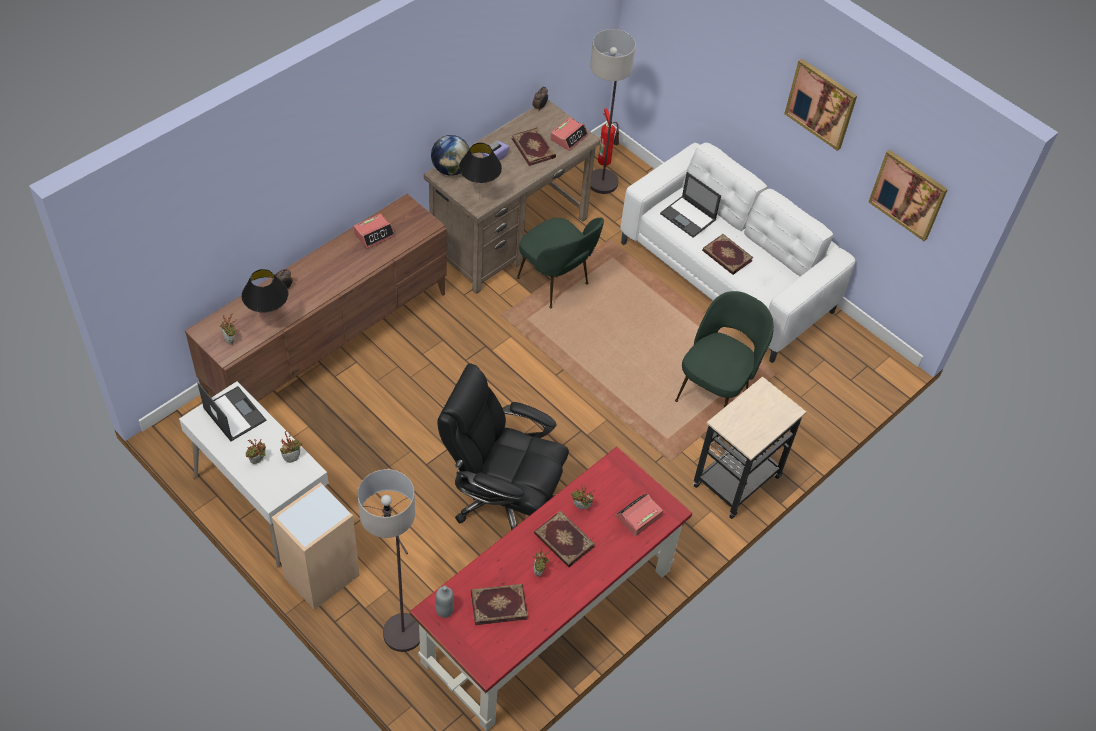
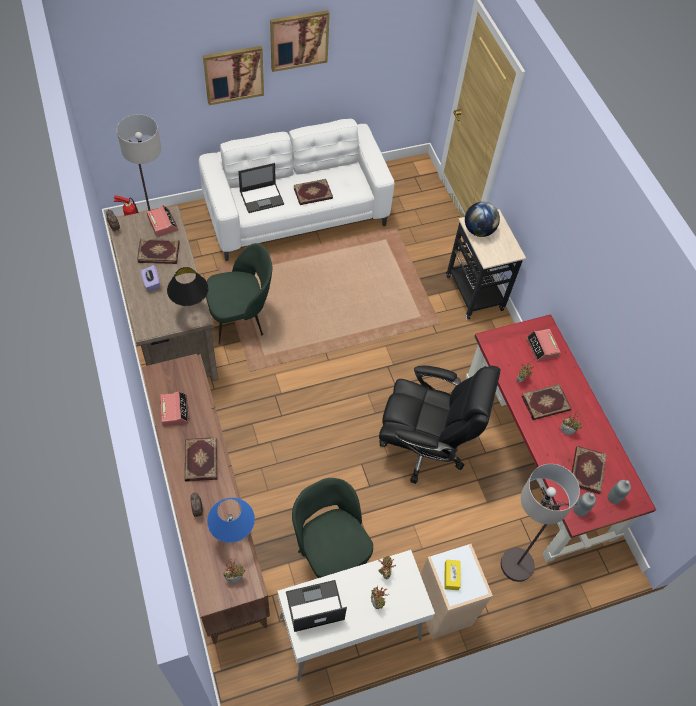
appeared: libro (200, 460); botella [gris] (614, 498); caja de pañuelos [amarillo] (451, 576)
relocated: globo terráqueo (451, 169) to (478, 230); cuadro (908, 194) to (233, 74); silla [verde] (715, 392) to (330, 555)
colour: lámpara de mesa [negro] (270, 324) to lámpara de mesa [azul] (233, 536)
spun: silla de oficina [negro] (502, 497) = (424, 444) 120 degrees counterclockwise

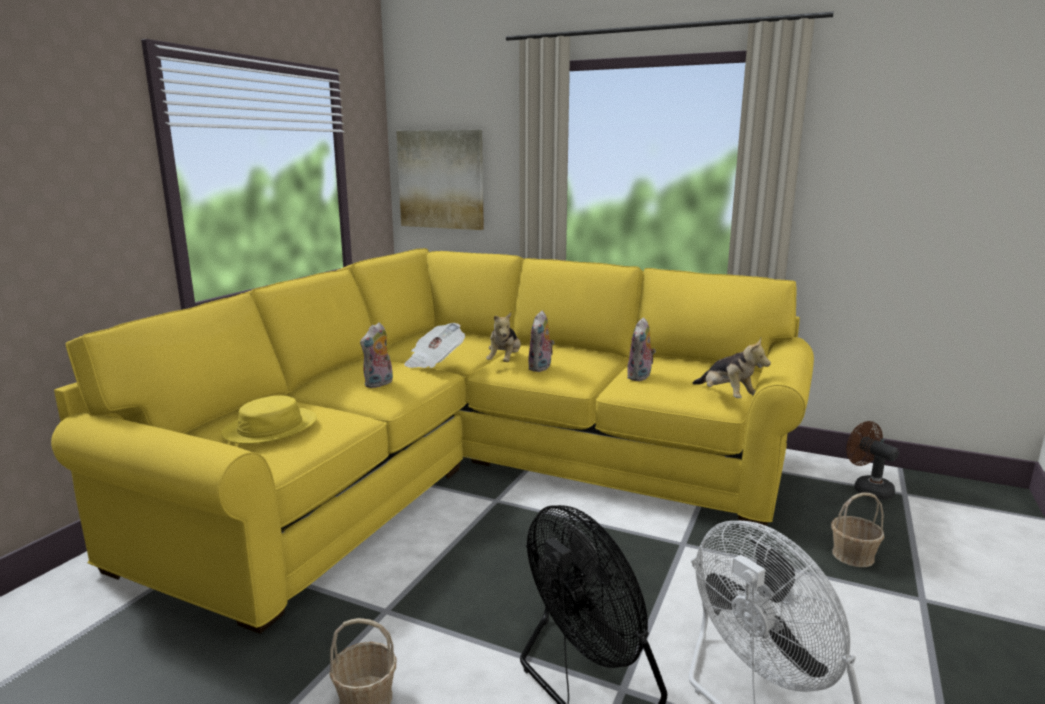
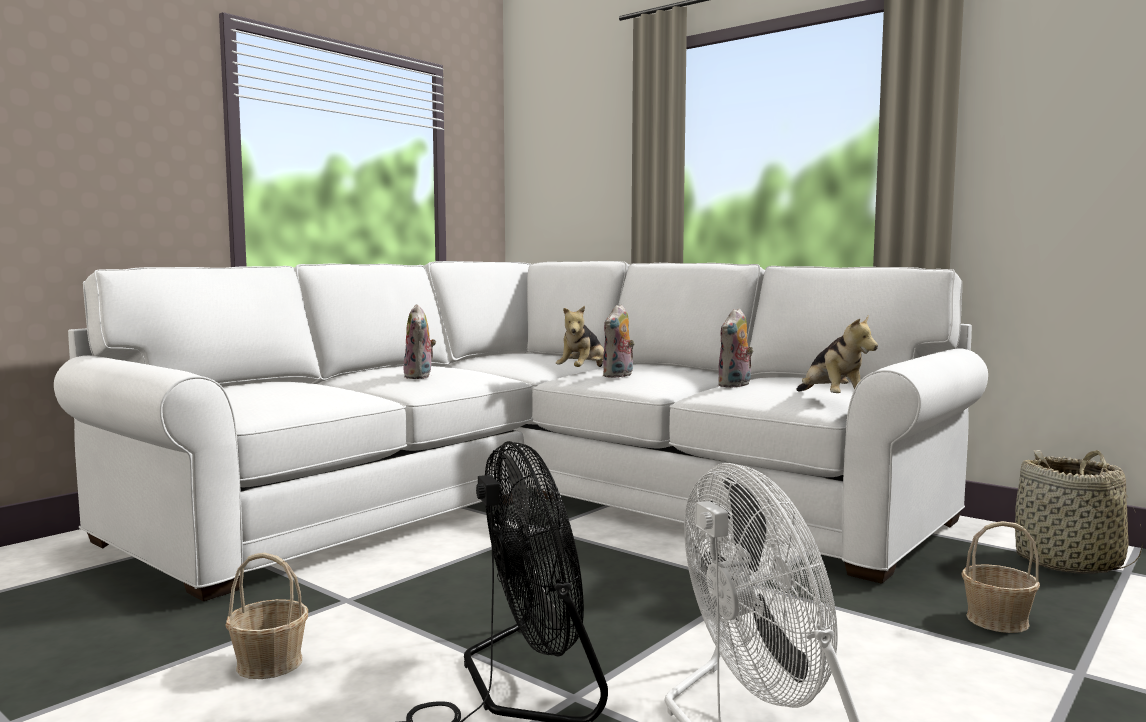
missing: cuadro (441, 179); periódico (434, 362); sombrero [amarillo] (270, 427)
exchanged: ventilador [marrón] (867, 489) to cesta (1068, 562)
colour: sofá [amarillo] (474, 471) to sofá [blanco] (536, 504)
spun: peluche (379, 384) = (420, 377) 60 degrees counterclockwise

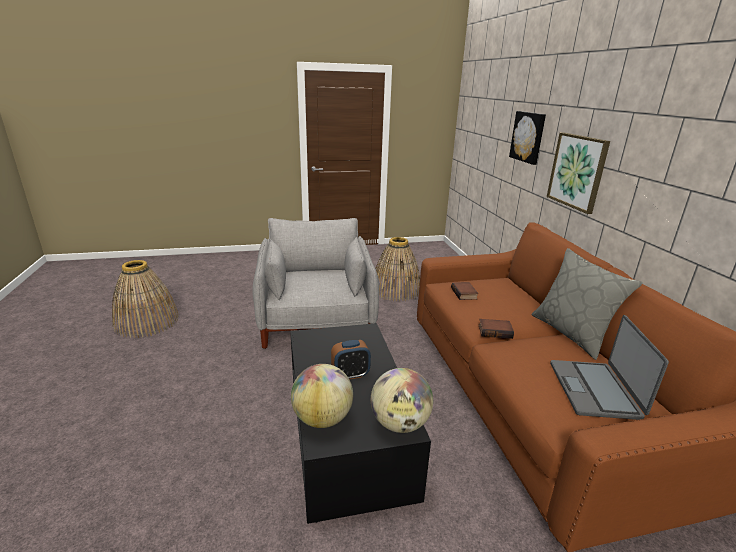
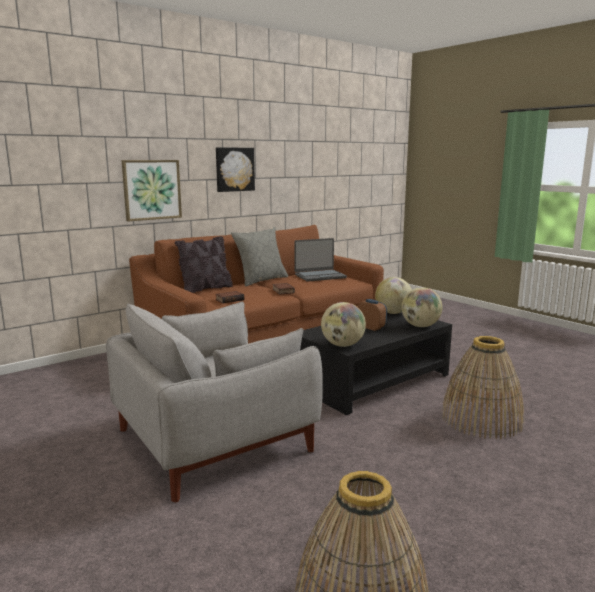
appeared: cojín [negro] (205, 289); globo terráqueo (342, 345)
relocated: cuadro (528, 137) to (234, 169); cesta (395, 289) to (481, 419)

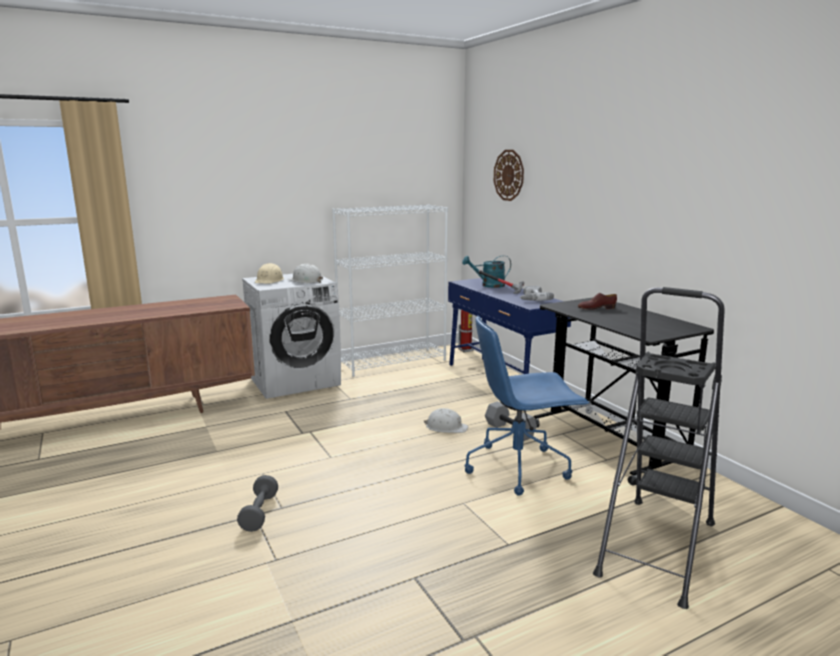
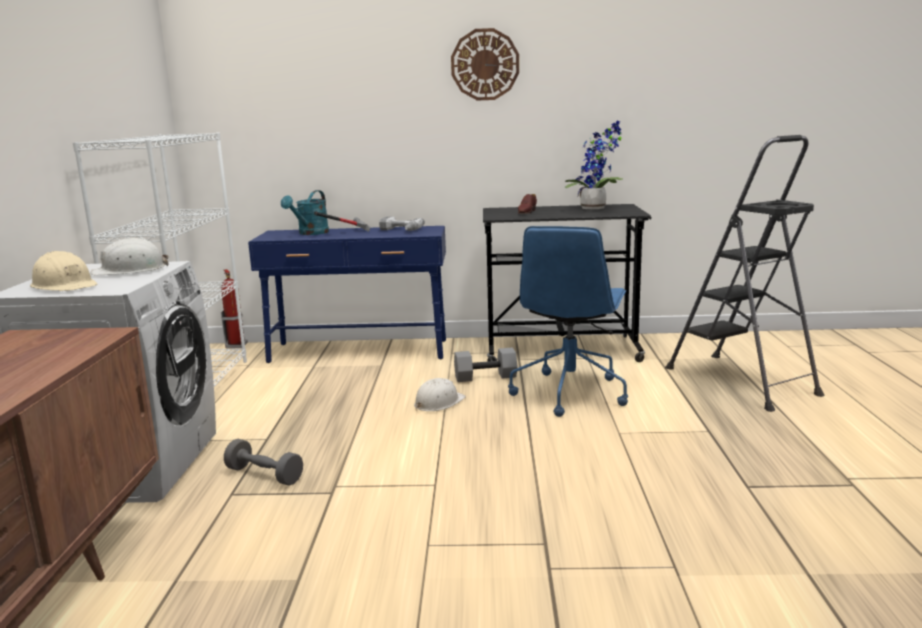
appeared: planta en maceta (596, 208)
relocated: reloj de pared (509, 175) to (485, 64); mancuerna [gris] (259, 513) to (264, 475)

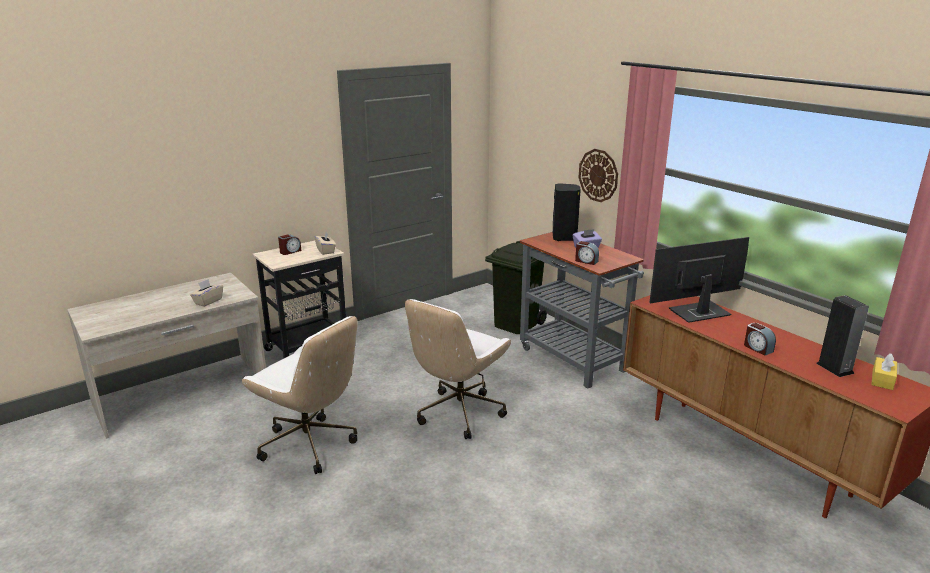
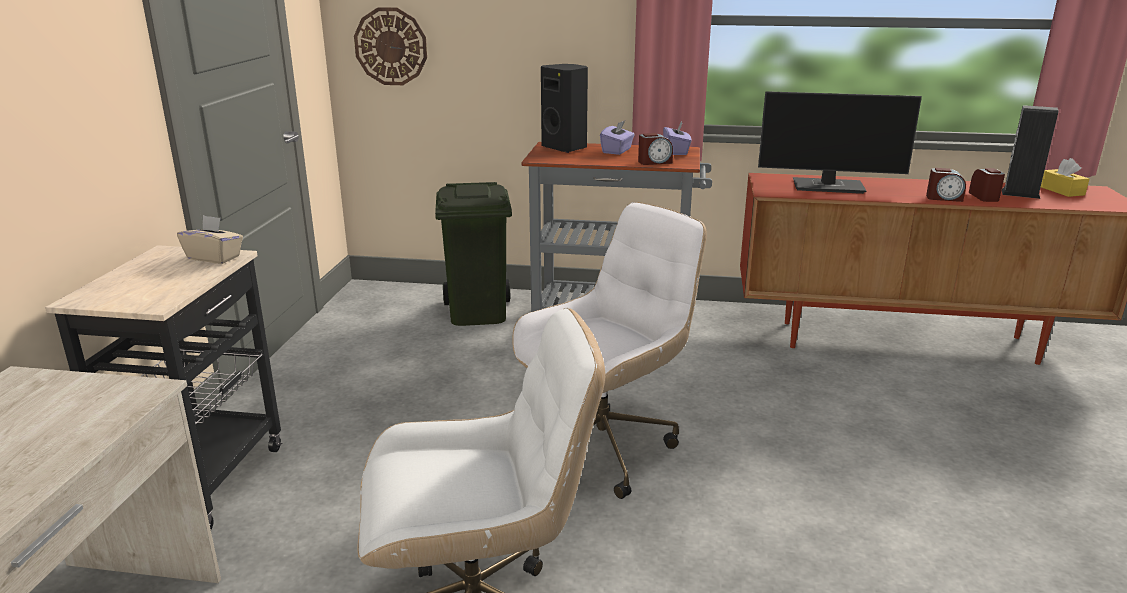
missing: caja de pañuelos [beis] (208, 301)
appeared: caja de pañuelos [morado] (676, 151)
relocated: reloj de pared (598, 175) to (391, 46); despertador (290, 251) to (984, 197)
spun: monitor (698, 313) = (829, 186) 105 degrees counterclockwise; silla de oficina [blanco] (458, 415) = (605, 450) 120 degrees counterclockwise

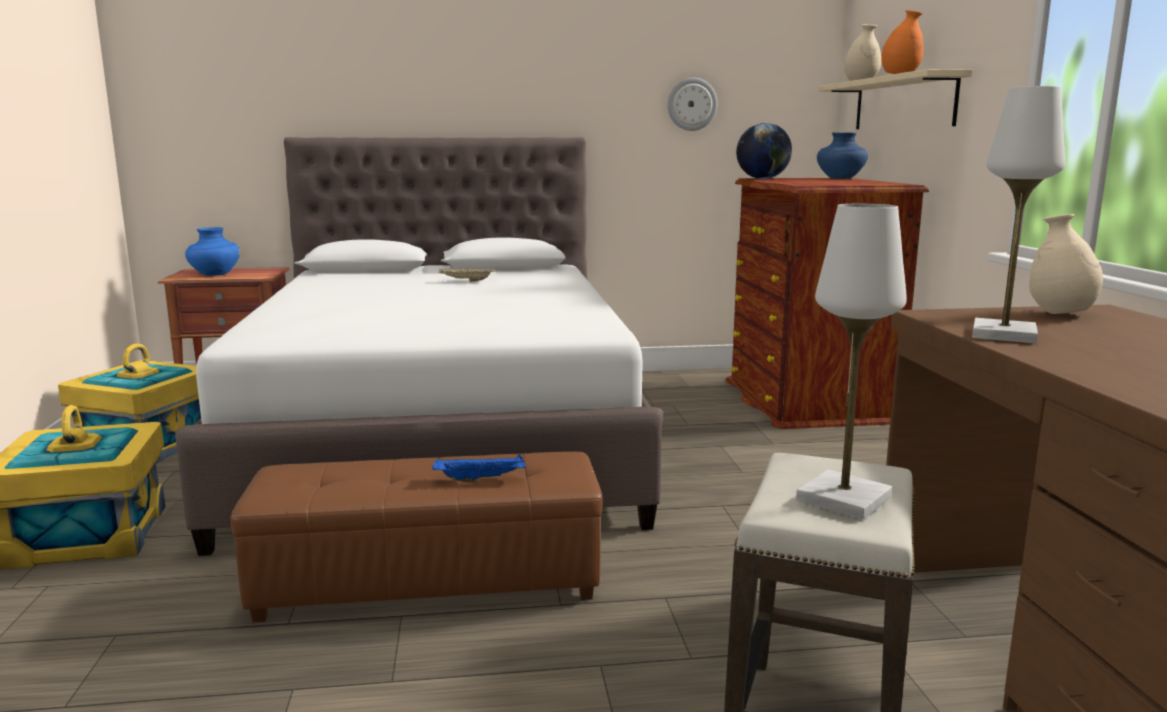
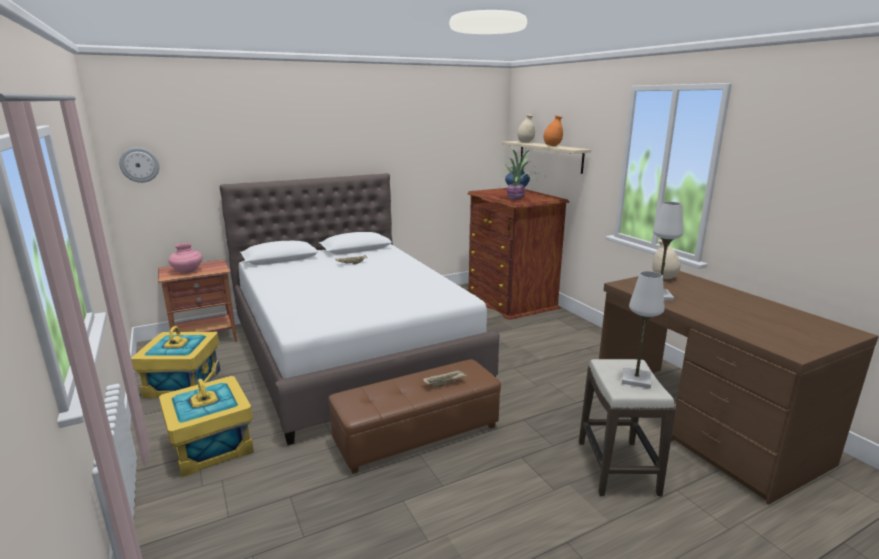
missing: globo terráqueo (762, 179)
appeared: planta en maceta (515, 199)
relocated: reloj de pared (692, 104) to (139, 165)
colour: florero [azul] (214, 274) to florero [rosa] (187, 271); bandeja [azul] (481, 479) to bandeja [beis] (445, 384)

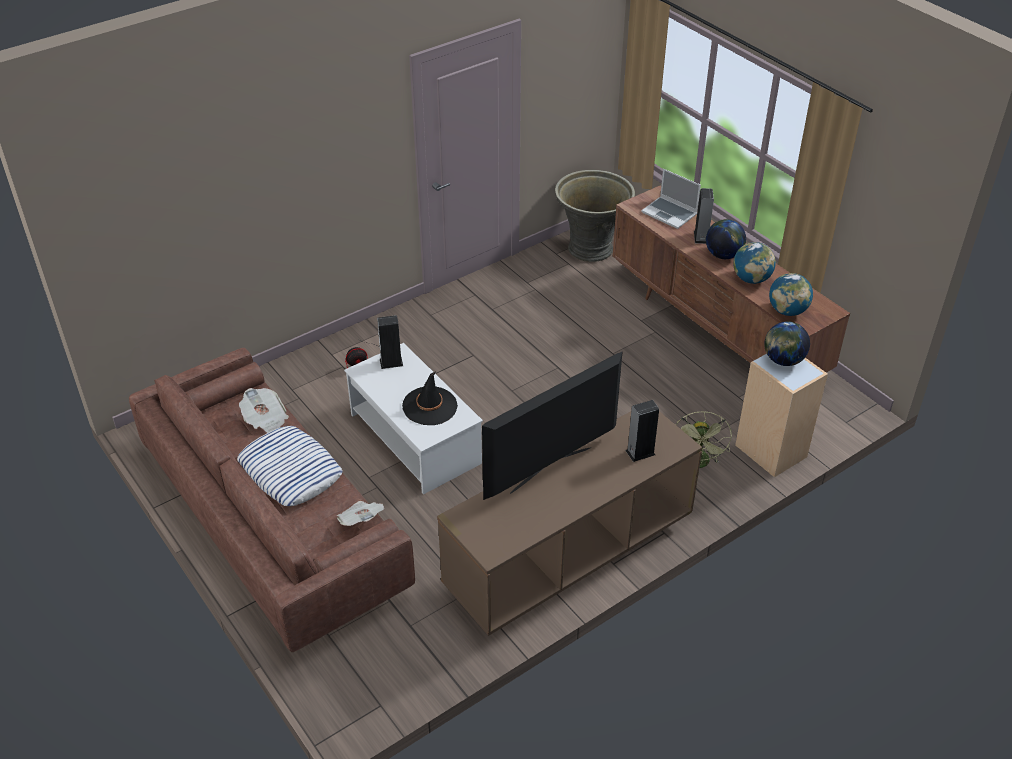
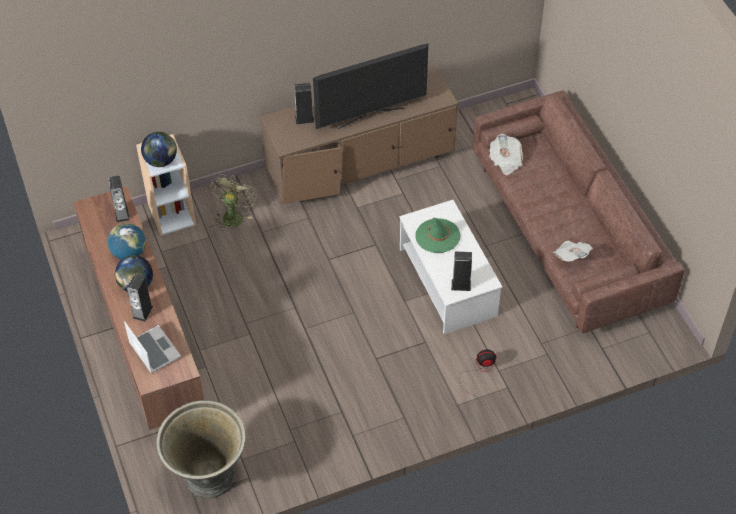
missing: cojín (290, 471)
exchanged: globo terráqueo (787, 311) to altavoz (122, 214)
colour: sombrero [negro] (430, 406) to sombrero [verde] (437, 236)

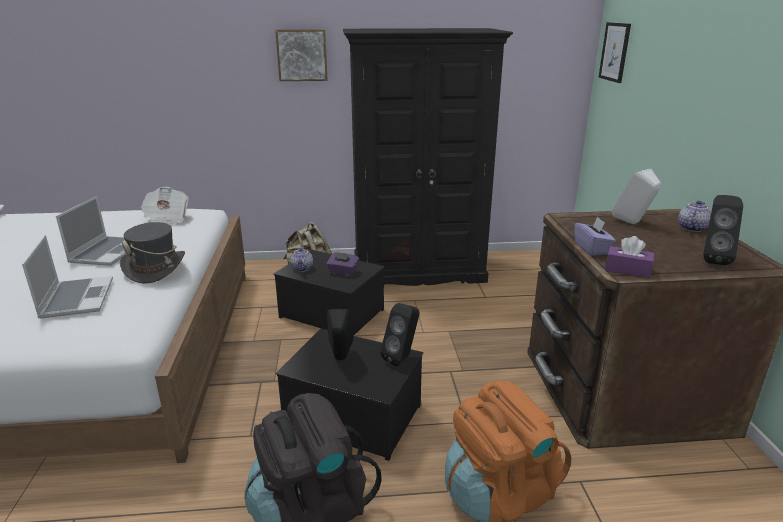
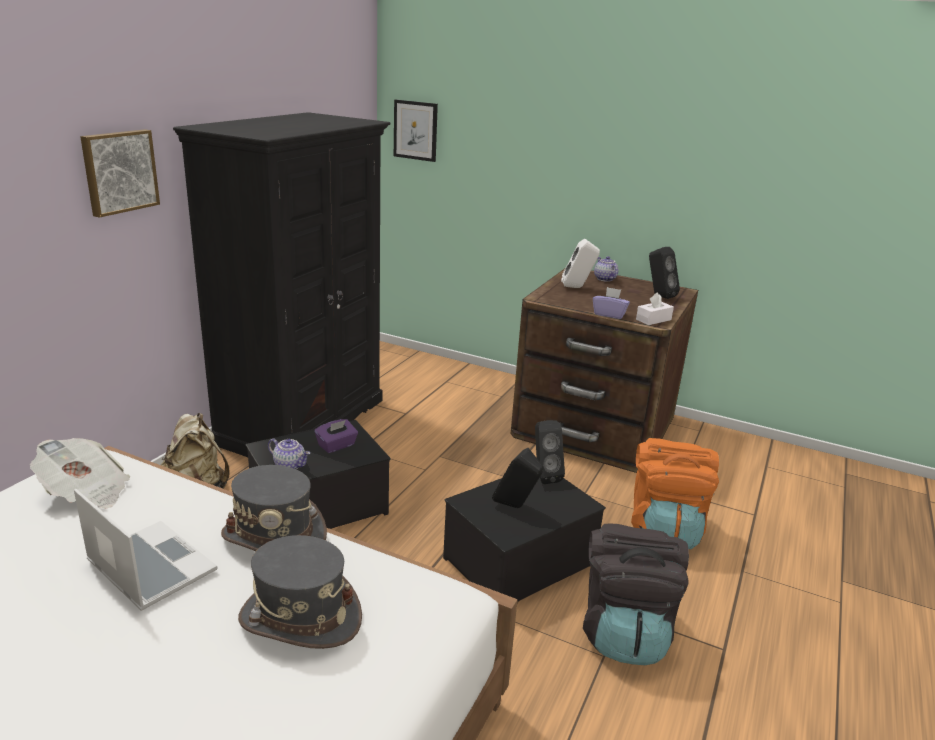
exchanged: portátil (76, 298) to sombrero [gris] (300, 618)
colour: caja de pañuelos [morado] (627, 270) to caja de pañuelos [blanco] (653, 319)

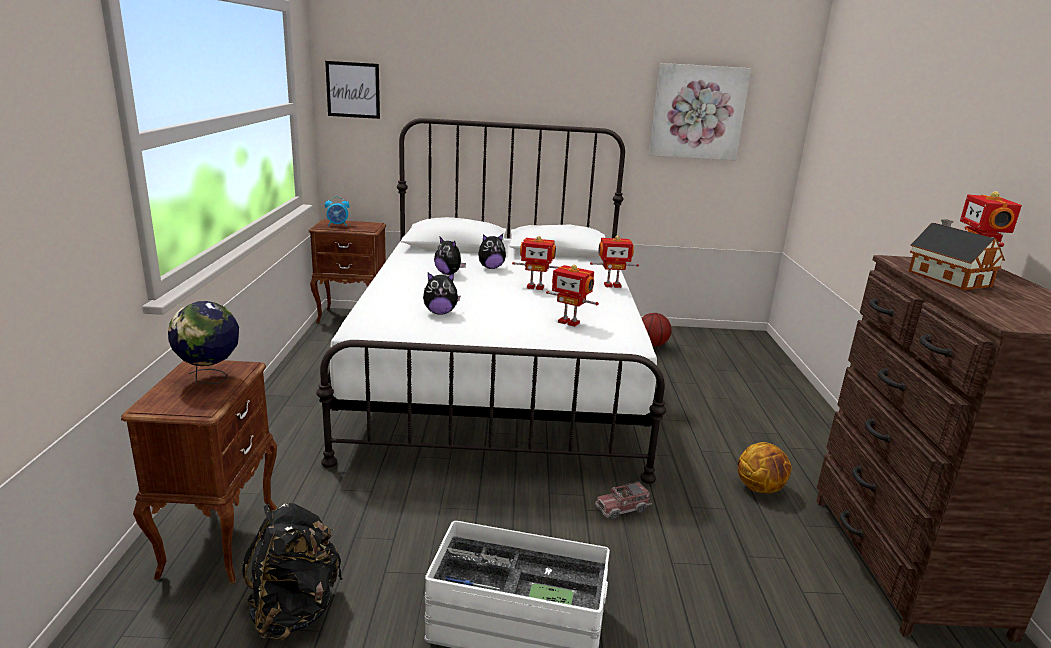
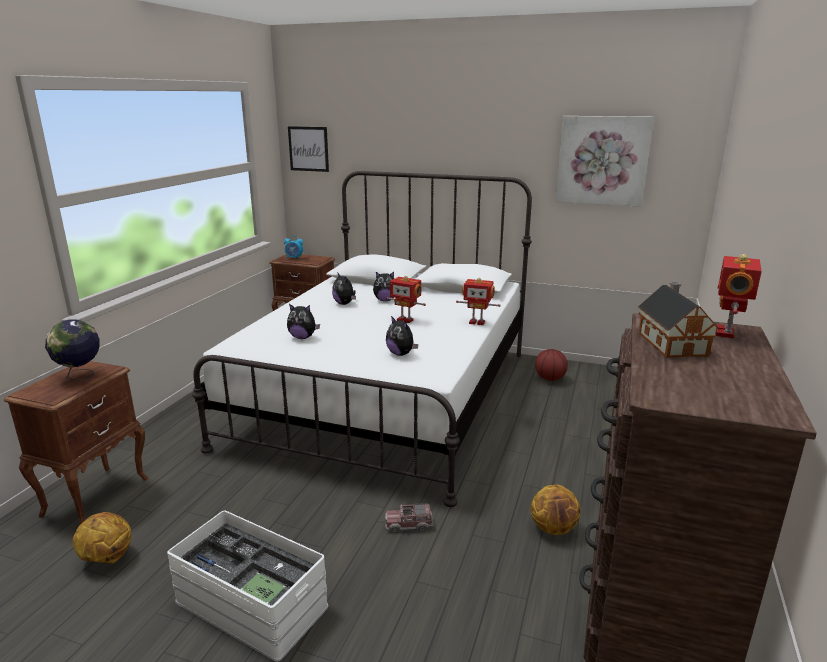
exchanged: robot de juguete (569, 322) to peluche (401, 354); mochila [negro] (294, 610) to balón de baloncesto (107, 558)

